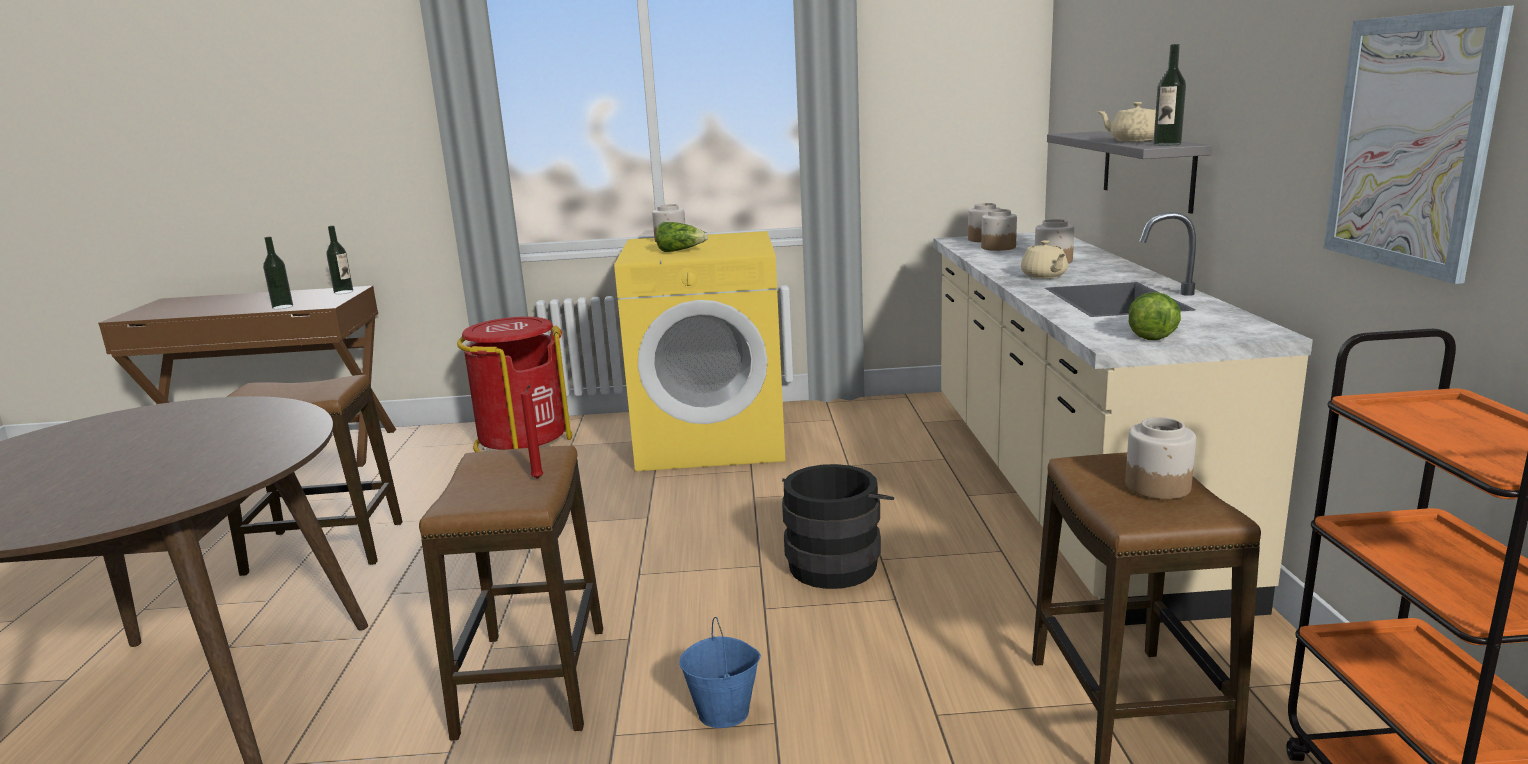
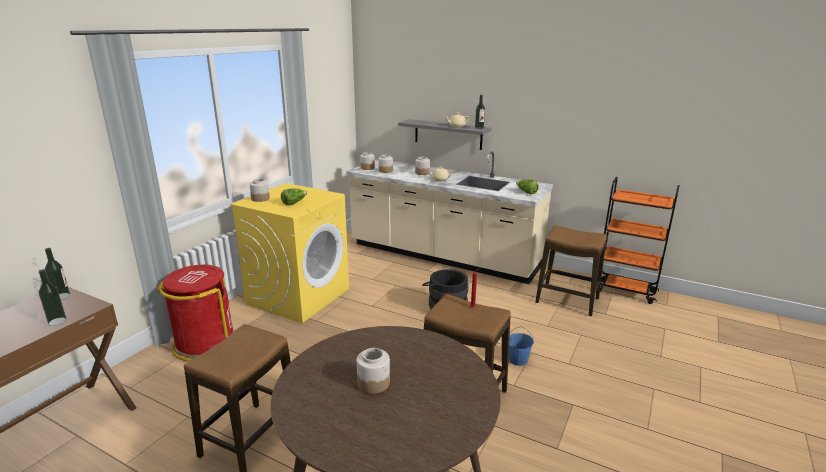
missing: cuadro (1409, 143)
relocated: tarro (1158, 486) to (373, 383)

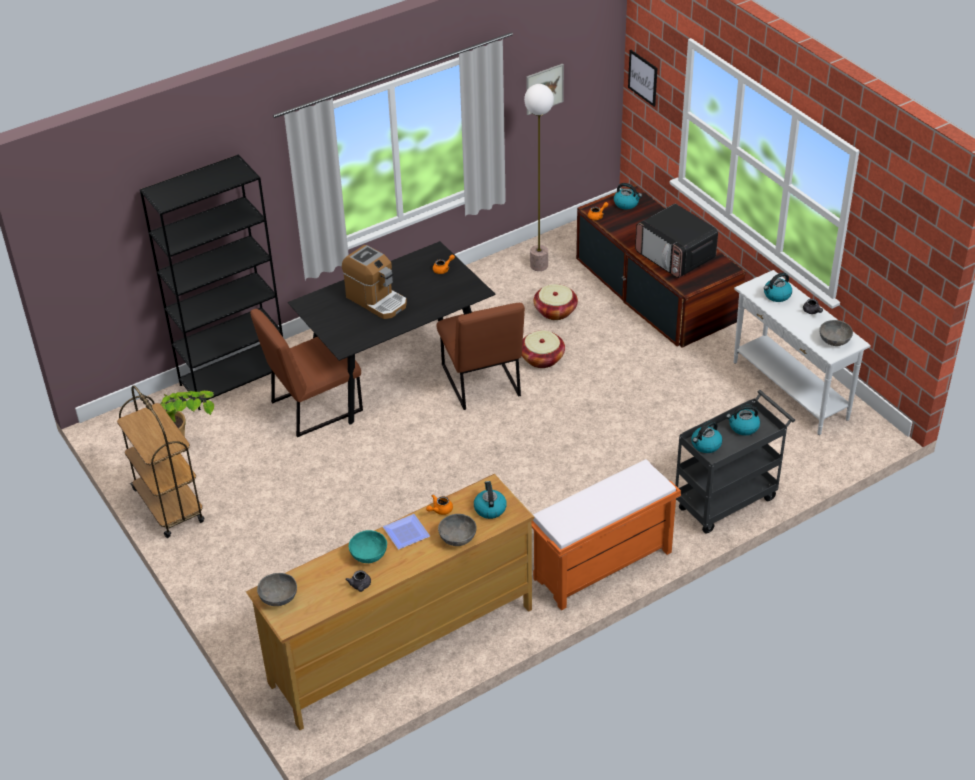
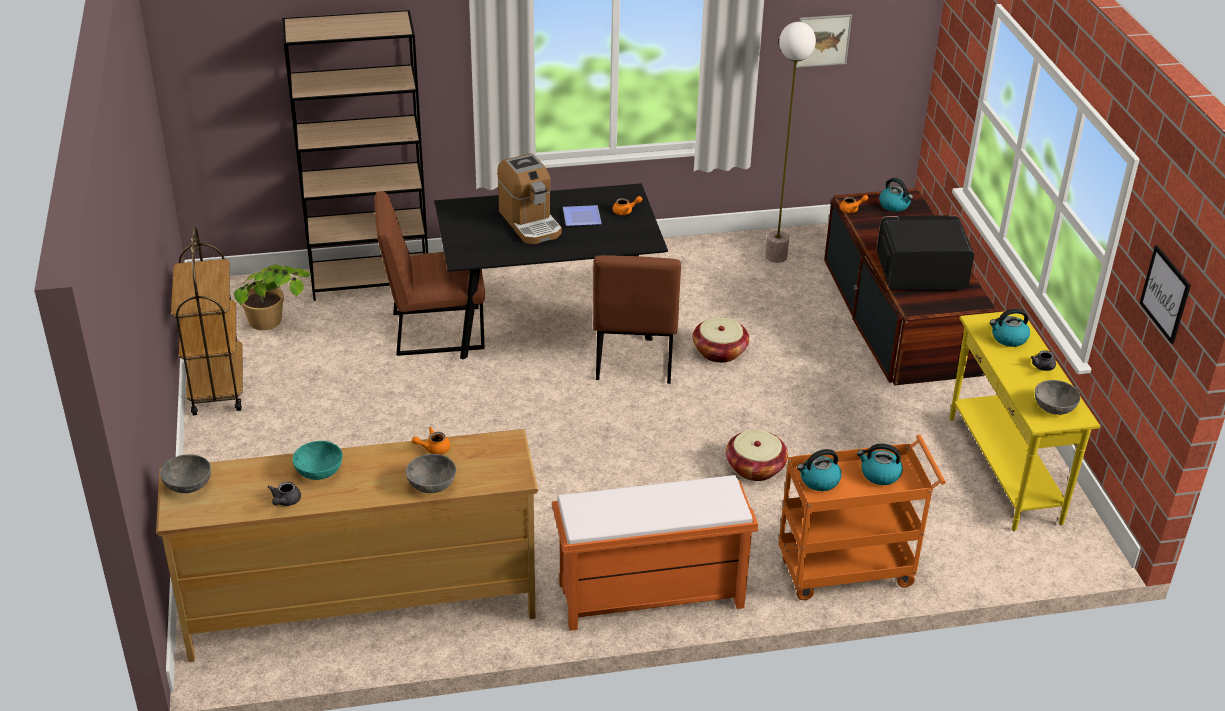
missing: hervidor (489, 508)
relocated: cuadro (643, 77) to (1165, 294); cesta (555, 311) to (755, 468); plato (404, 533) to (580, 217)
colour: estantería [negro] (234, 378) to estantería [beis] (371, 280); mesa consola [blanco] (791, 390) to mesa consola [amarillo] (1006, 470); carrito [gris] (728, 503) to carrito [naranja] (849, 574)
spun: microondas (675, 256) = (919, 273) 105 degrees clockwise

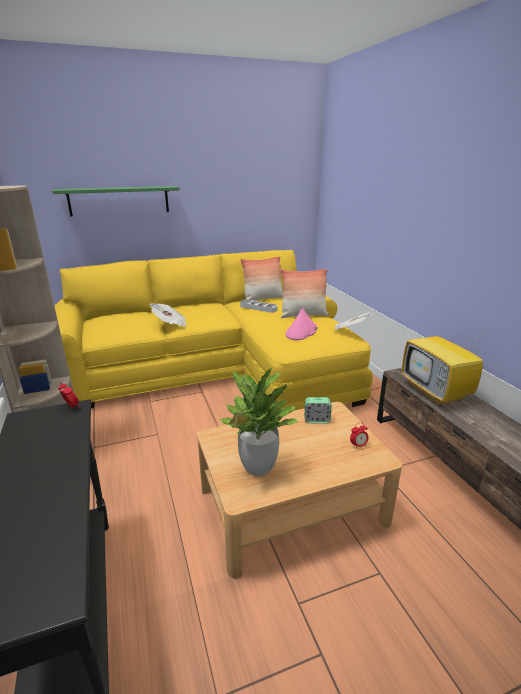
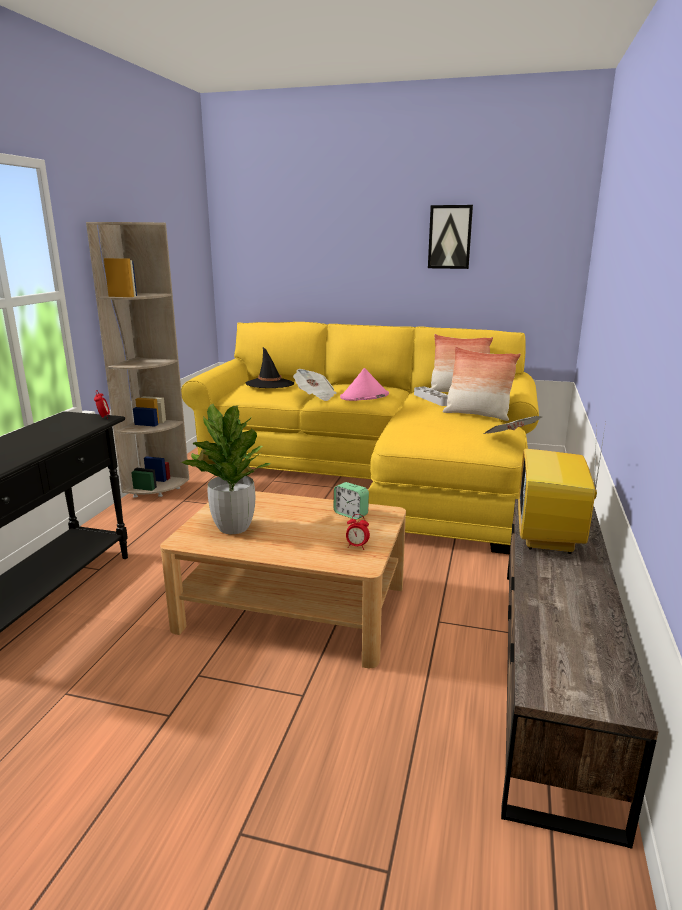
missing: estante [verde] (119, 200)
appeared: cuadro (450, 237); sombrero [negro] (270, 384)
relocated: sombrero [rosa] (301, 332) to (364, 396)

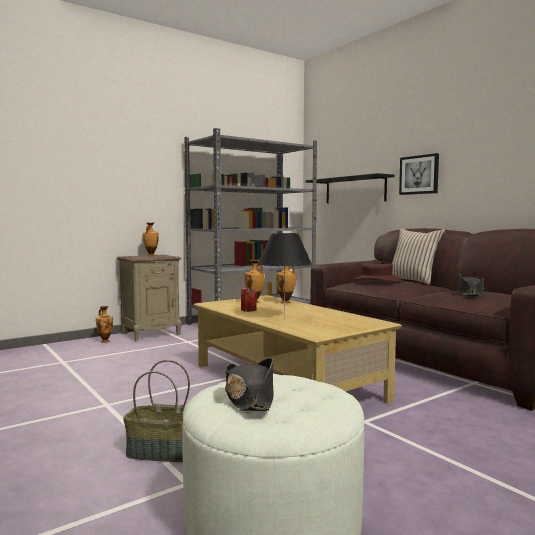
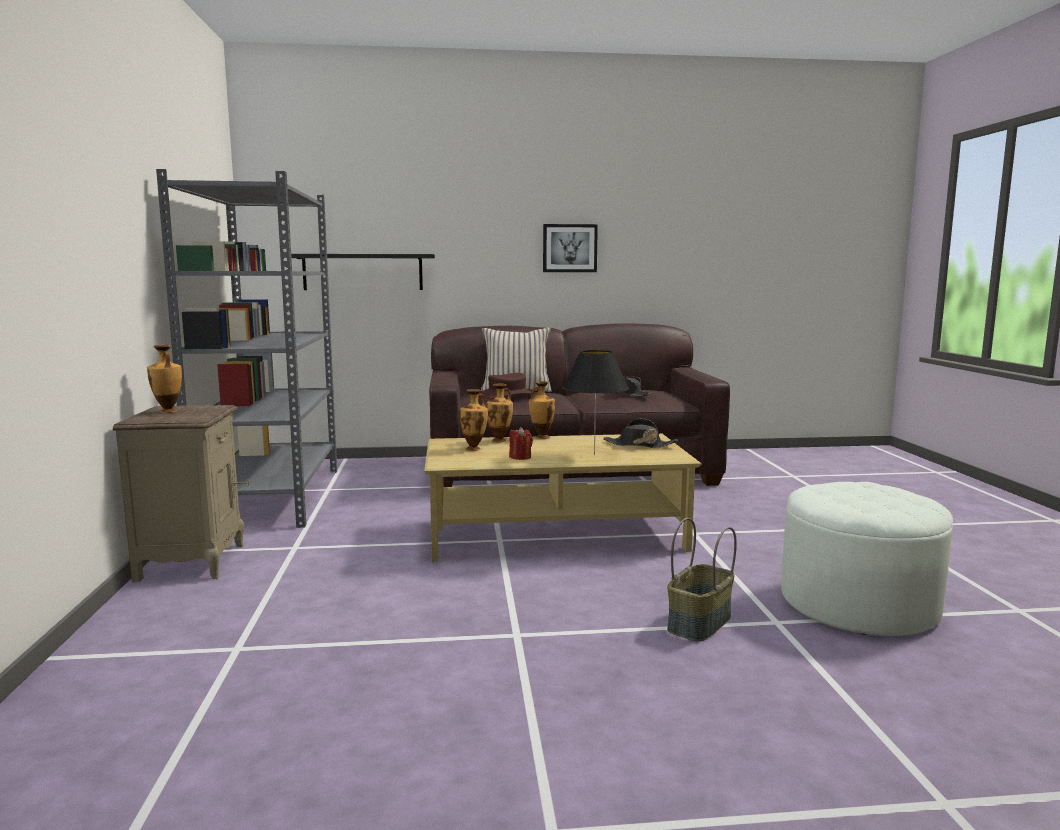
relocated: cuadro (419, 175) to (569, 248); florero (105, 341) to (541, 437); sombrero [negro] (250, 398) to (639, 445)

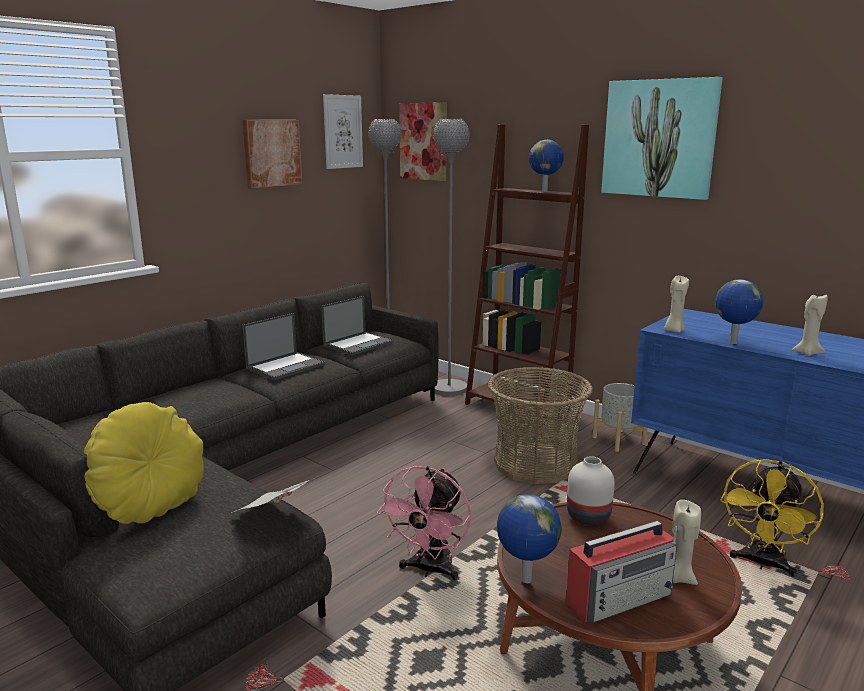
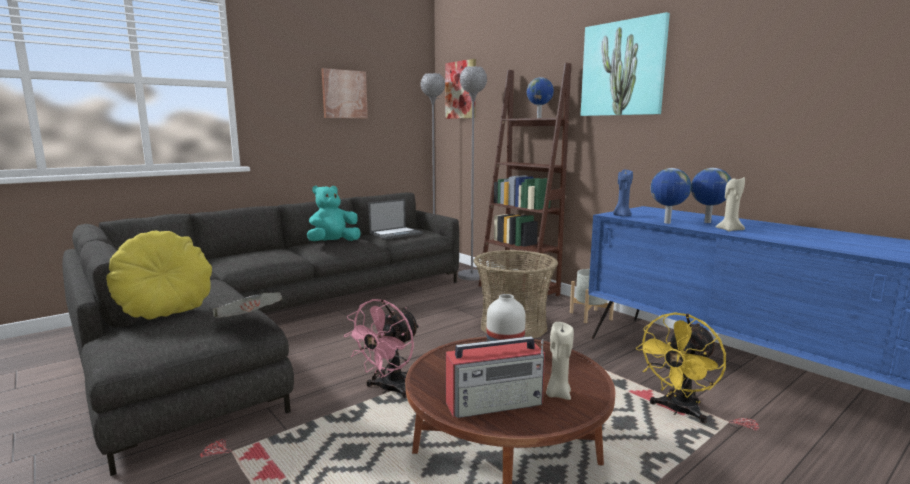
missing: cuadro (343, 132)
relocated: globo terráqueo (525, 580) to (707, 222)
exchanged: portátil (286, 366) to peluche [turquesa] (333, 243)
colour: vela [beis] (674, 330) to vela [azul] (621, 215)

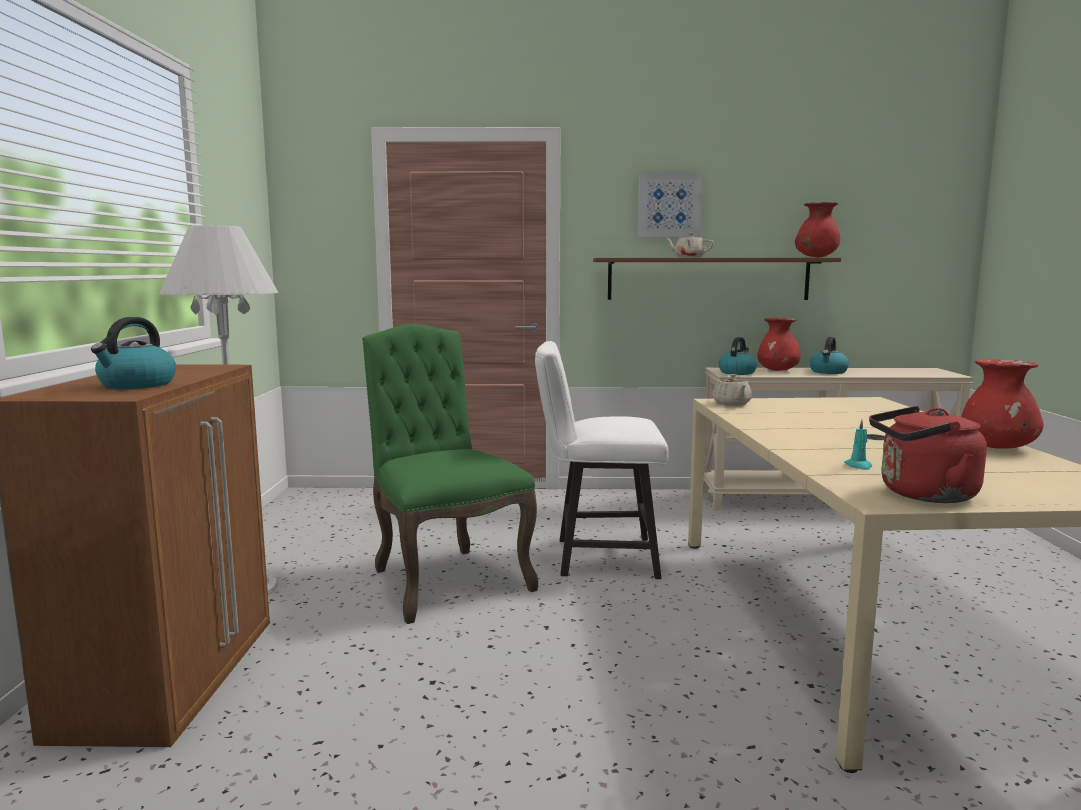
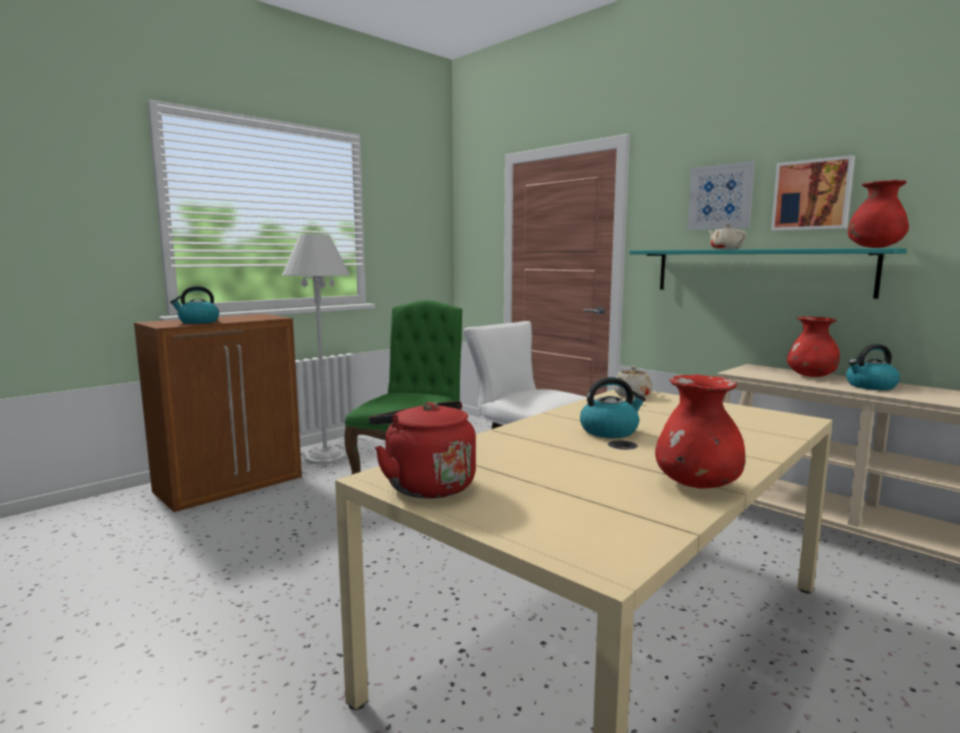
missing: vela [turquesa] (858, 466)
appeared: cuadro (812, 195)
relocated: hervidor (737, 372) to (609, 431)
colour: estante [marrón] (708, 279) to estante [turquesa] (757, 271)

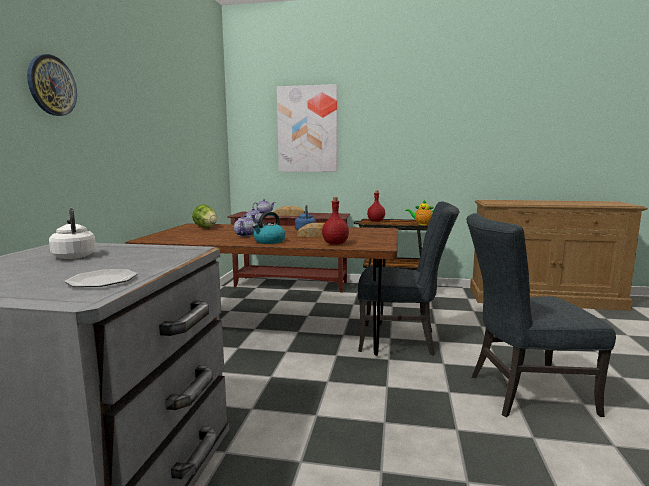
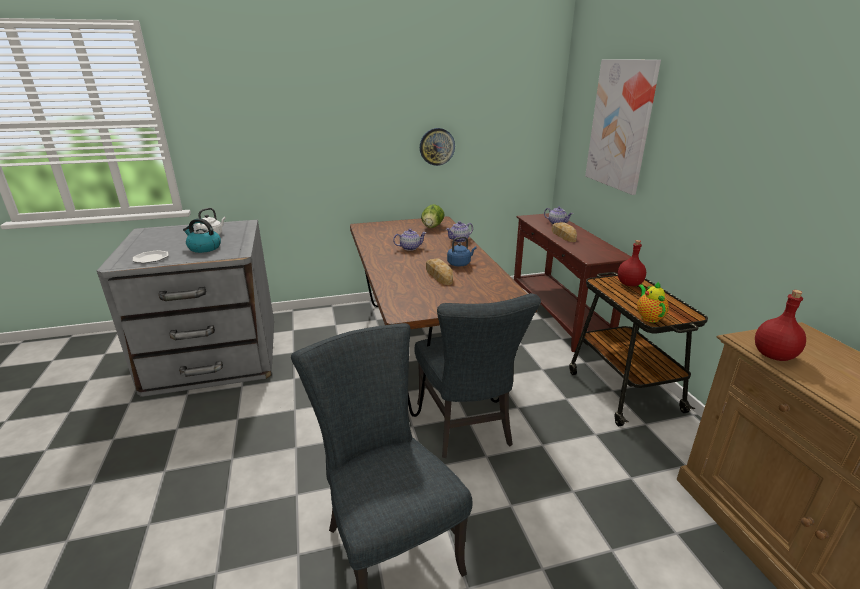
relocated: reloj de pared (51, 85) to (437, 146); botella [rojo] (335, 244) to (774, 355); hervidor (269, 241) to (204, 248)

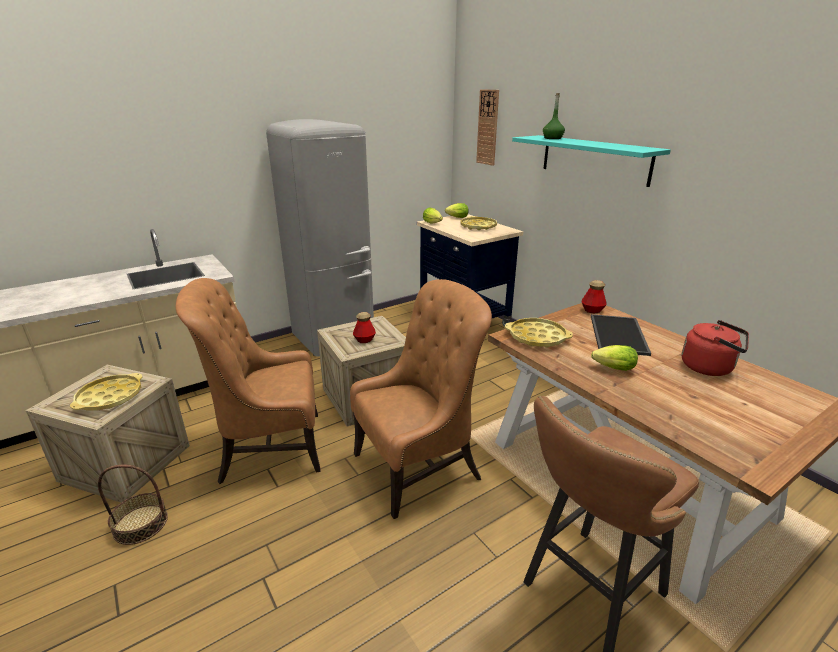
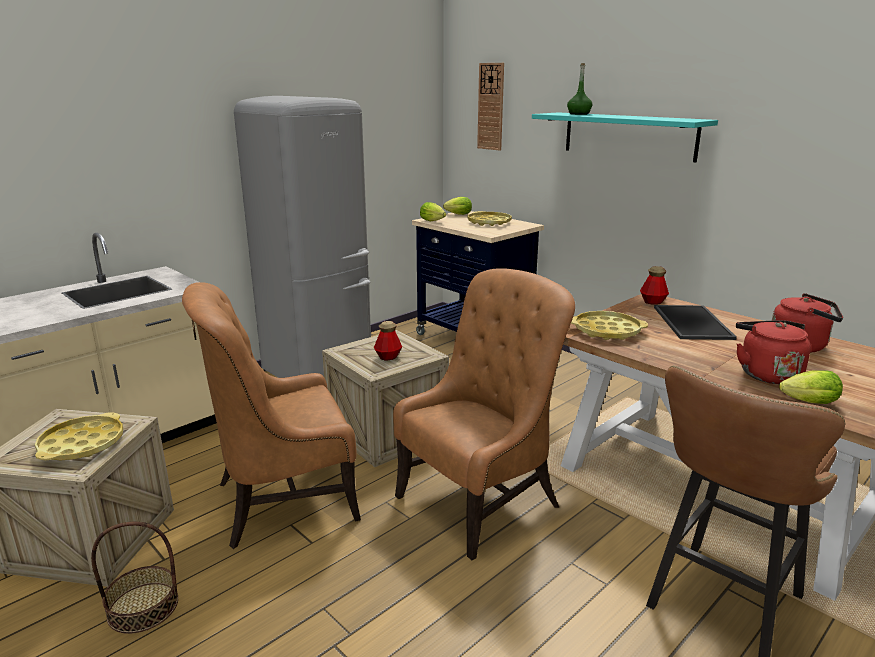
appeared: hervidor [rojo] (766, 374)
relocated: lechuga (611, 368) to (806, 402)

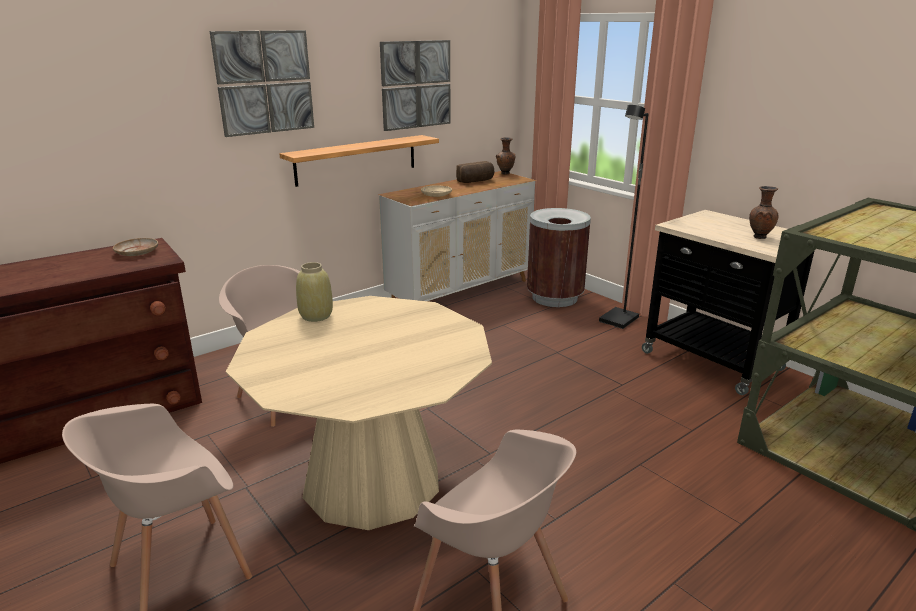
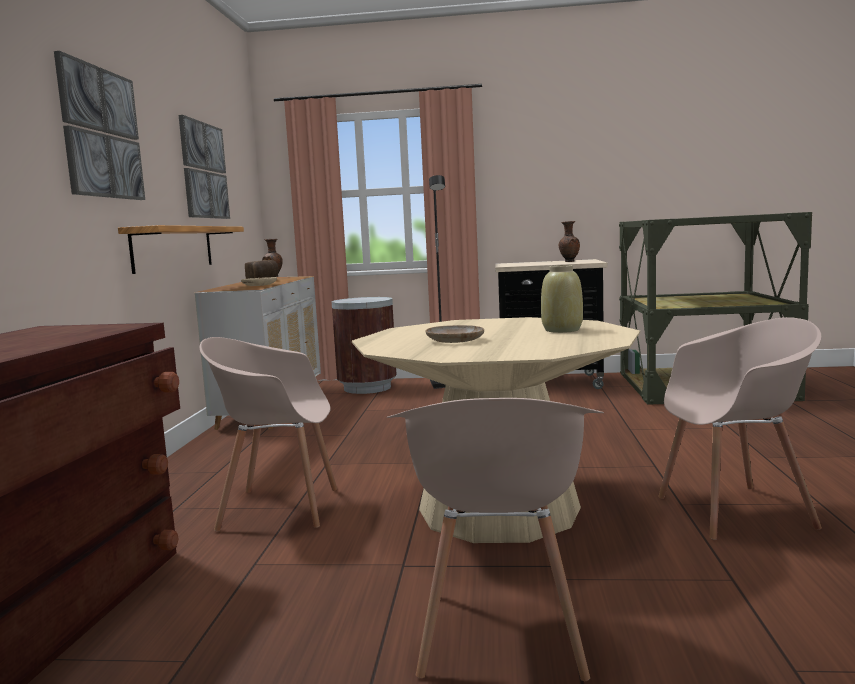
relocated: plato [beis] (137, 252) to (455, 341); florero [beis] (316, 316) to (562, 330)

